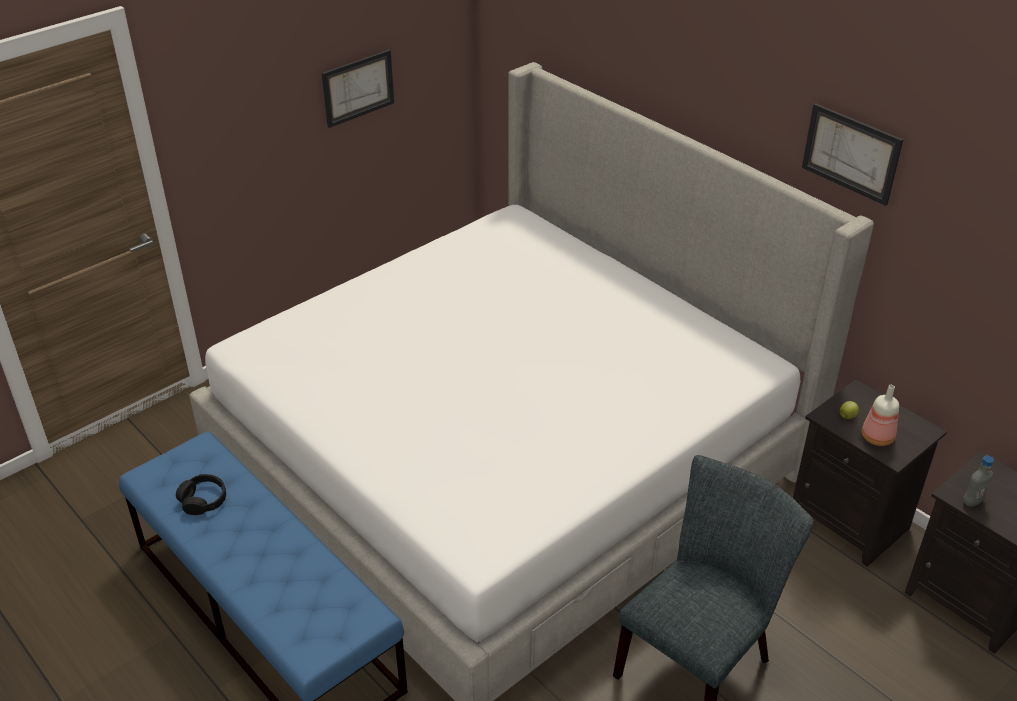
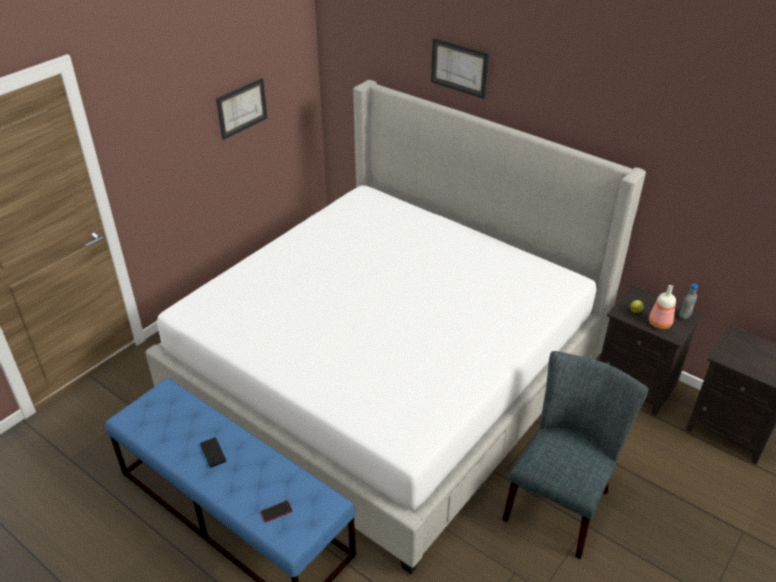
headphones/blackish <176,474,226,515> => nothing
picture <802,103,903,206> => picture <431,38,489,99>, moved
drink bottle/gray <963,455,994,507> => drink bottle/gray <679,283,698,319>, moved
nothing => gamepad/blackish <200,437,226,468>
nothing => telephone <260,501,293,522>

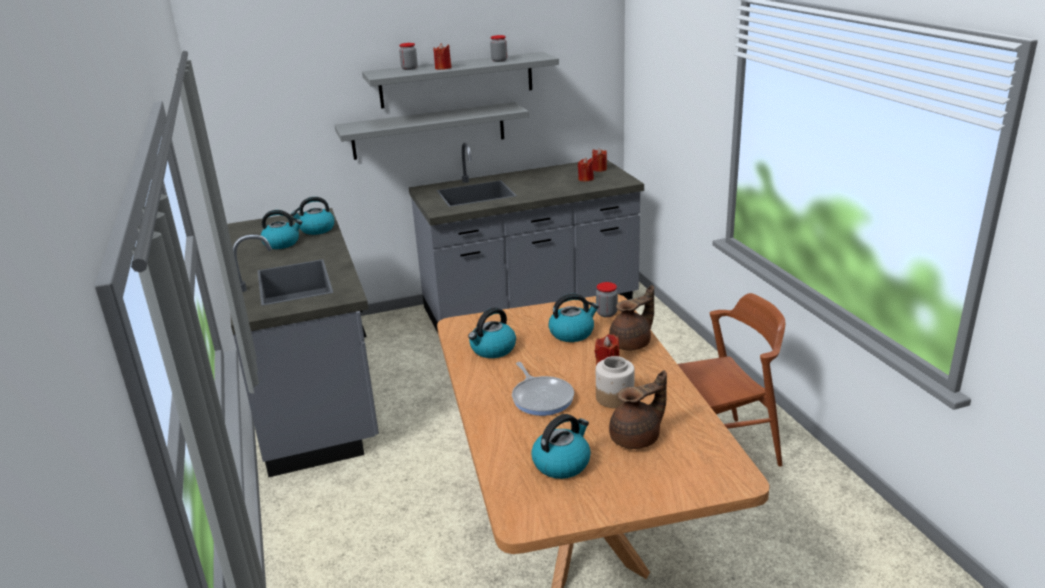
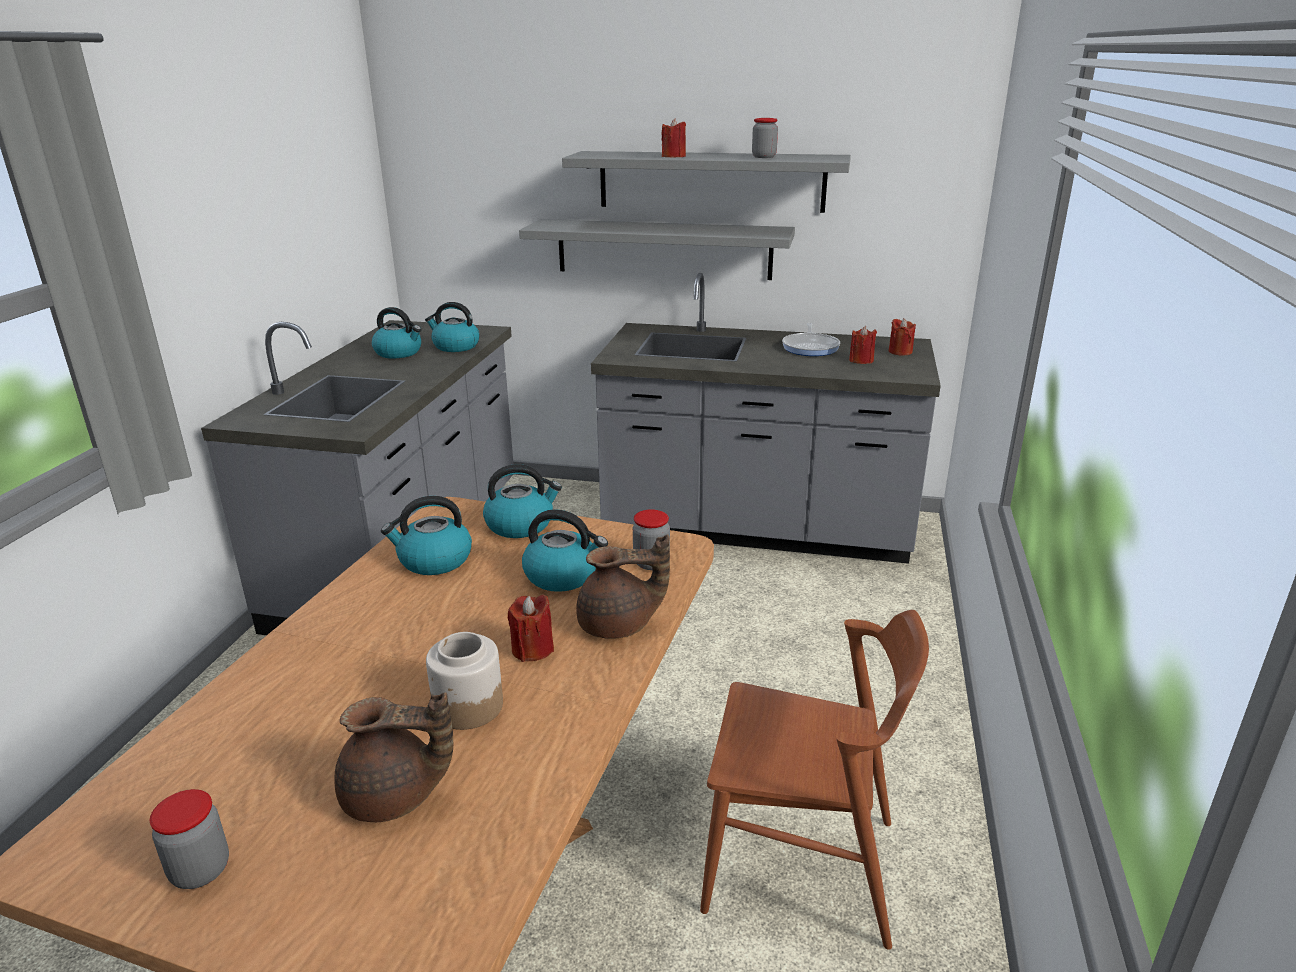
jar <399,43,418,70> => jar <150,789,229,889>, moved
skillet <512,362,574,416> => skillet <782,323,840,356>, moved
water kettle <531,414,591,479> => water kettle <483,464,562,538>, moved

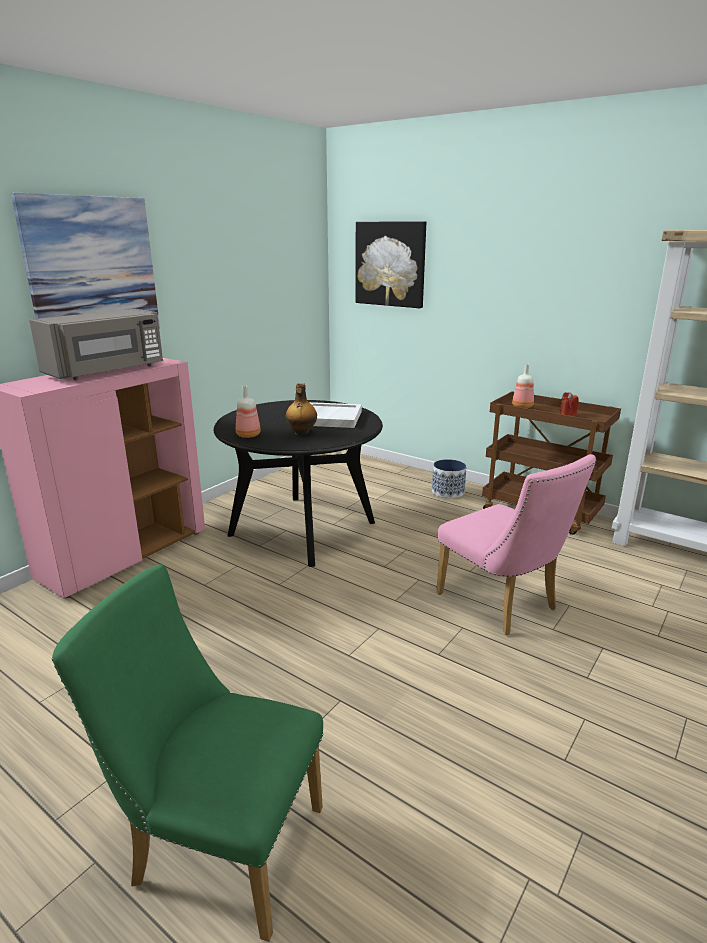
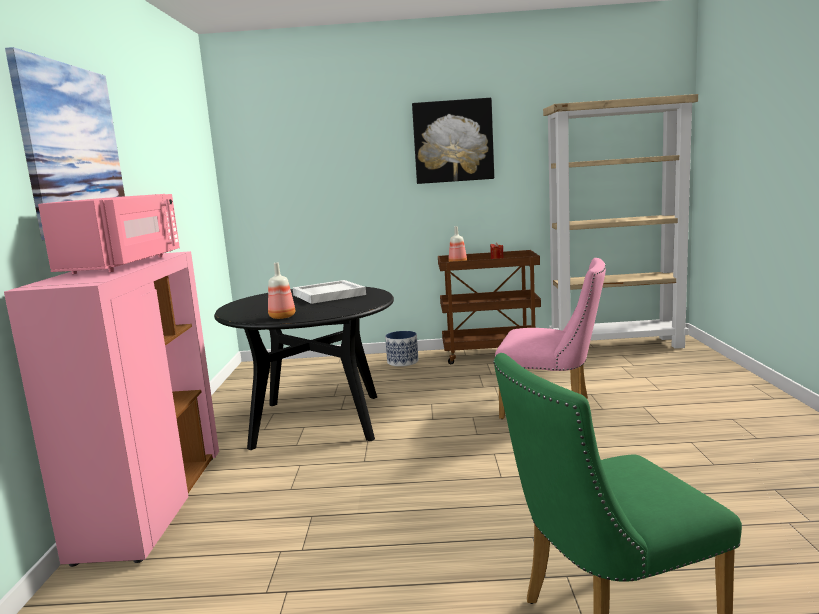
microwave/gray <29,309,163,380> => microwave/pinkish <38,194,180,274>
drink bottle <286,383,317,435> => nothing
picture <356,221,426,308> => picture <412,98,494,184>, moved

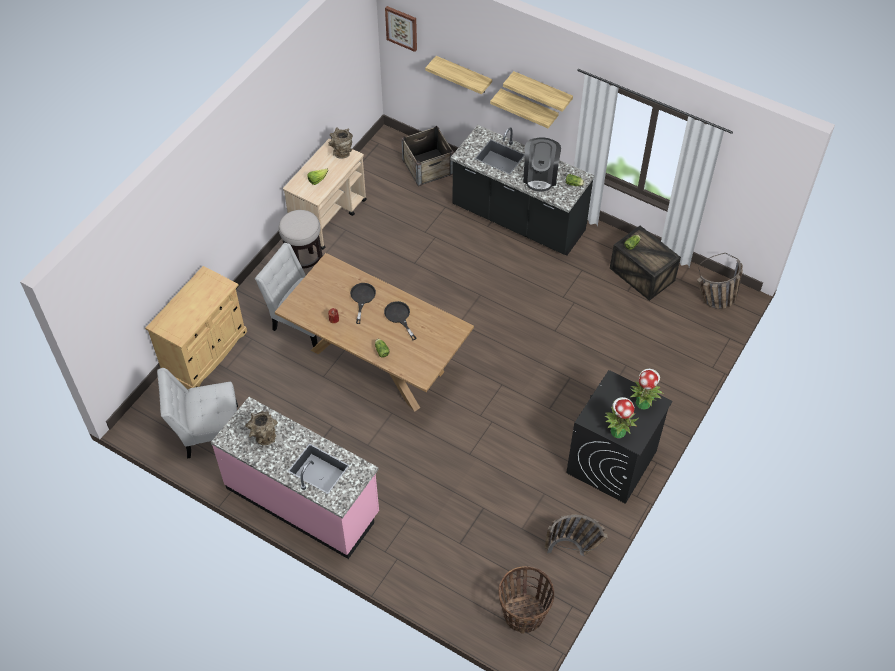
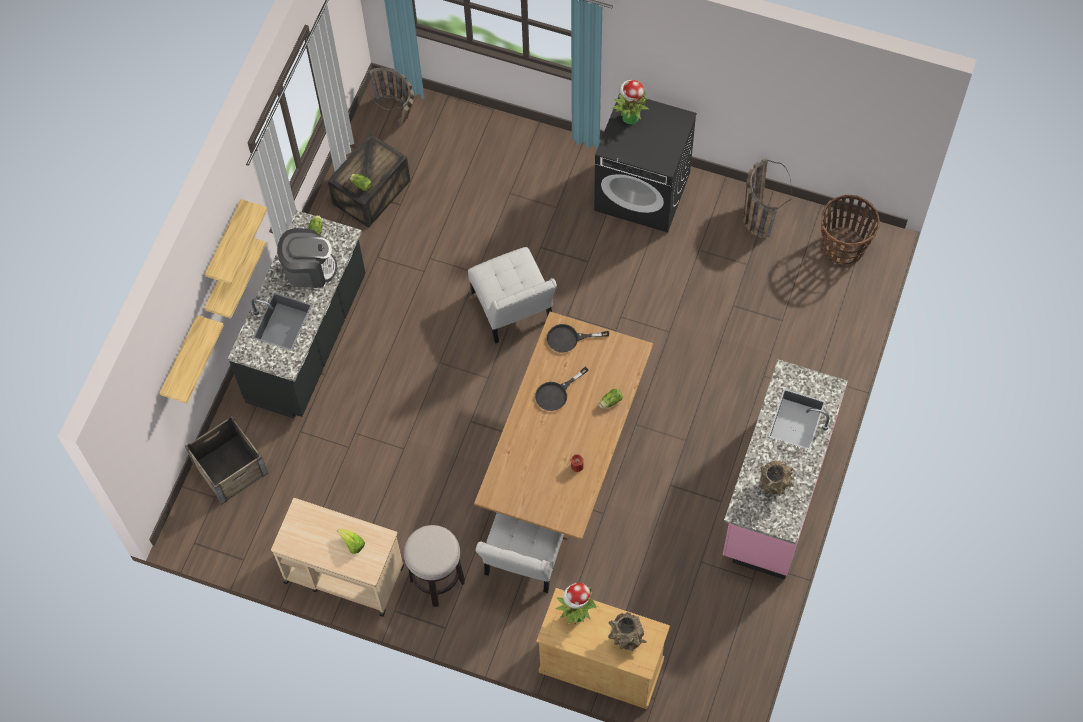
chair/white-coloured <157,368,238,459> => chair/white-coloured <468,247,557,344>, moved
decorative vase/brownish <328,127,353,159> => decorative vase/brownish <608,612,647,651>, moved
skillet/blackish <350,283,376,324> => skillet/blackish <547,324,609,353>, moved
picture <385,6,417,52> => nothing
houseplant <604,397,638,438> => houseplant <556,583,597,626>, moved

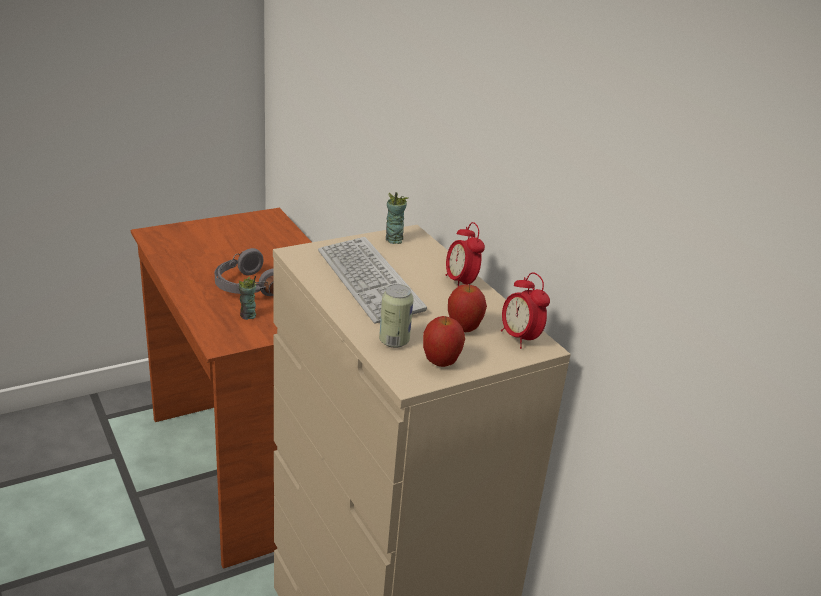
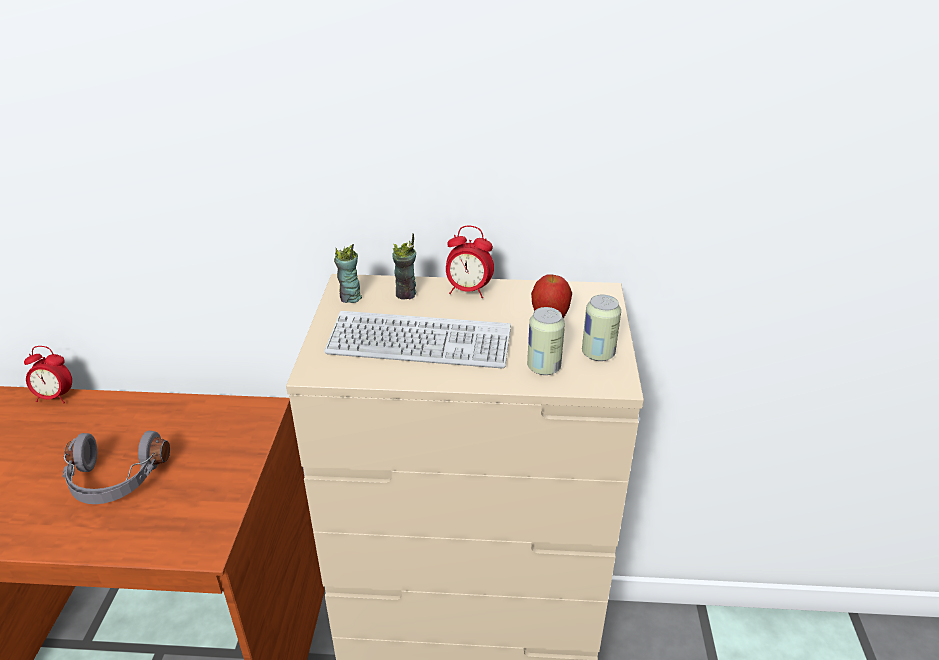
drinking cup <239,276,256,320> => drinking cup <392,233,416,299>, moved
apple fruit <423,316,465,367> => sealed can <582,295,621,361>
table clock <501,272,550,349> => table clock <24,346,72,403>, moved

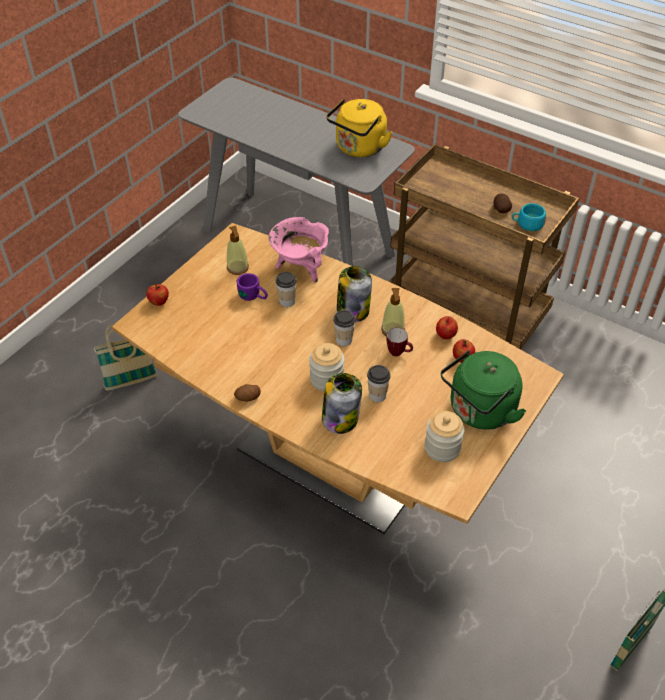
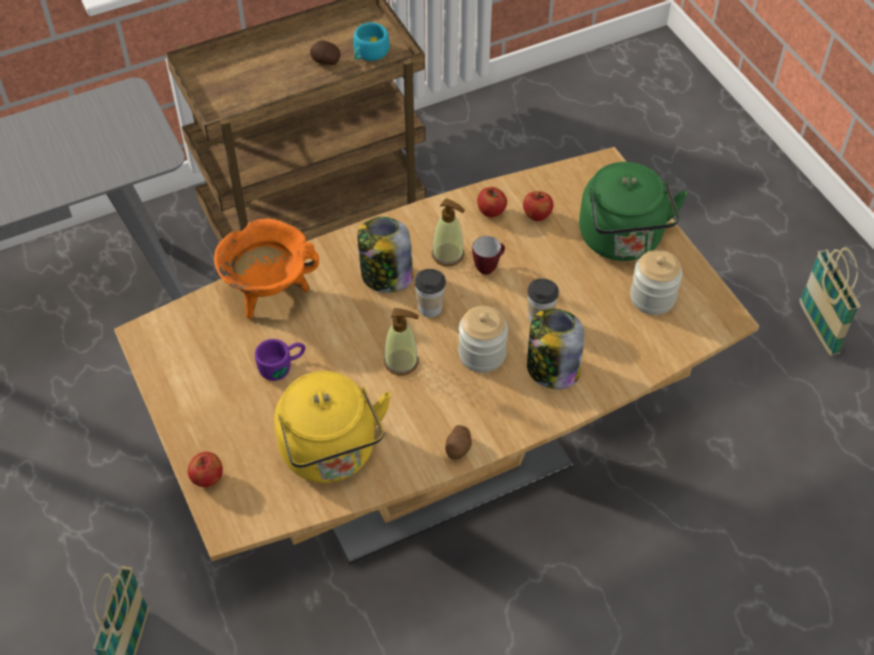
soap dispenser <227,226,249,275> => soap dispenser <384,308,419,375>, moved
cooking pot/pinkish <268,217,329,283> => cooking pot/orange <214,218,319,319>
drinking cup <276,272,297,307> => nothing
water kettle/yellow-coloured <326,99,392,157> => water kettle/yellow-coloured <274,371,391,483>, moved

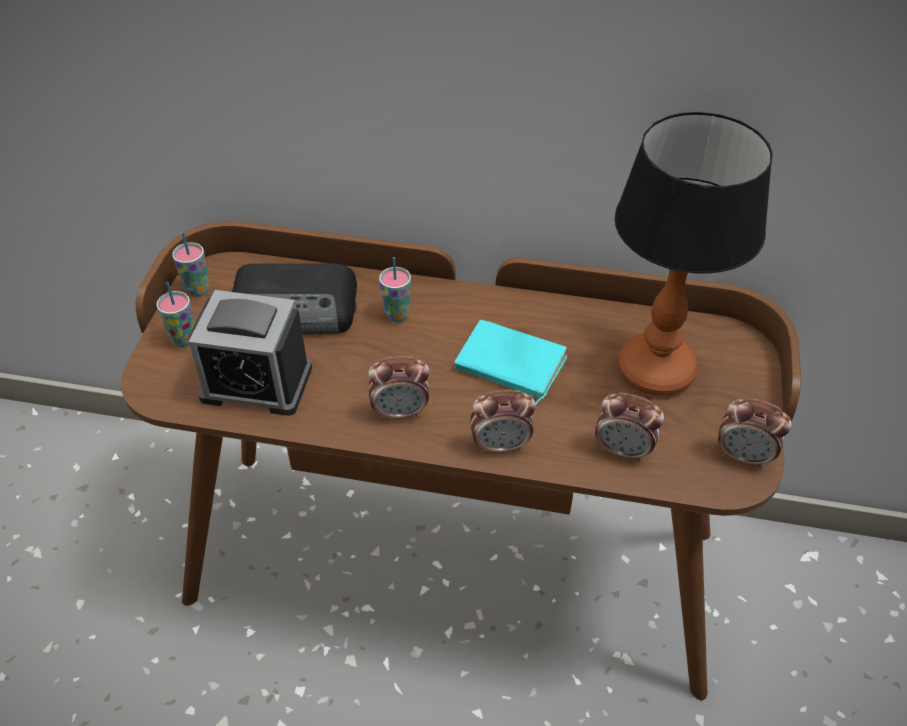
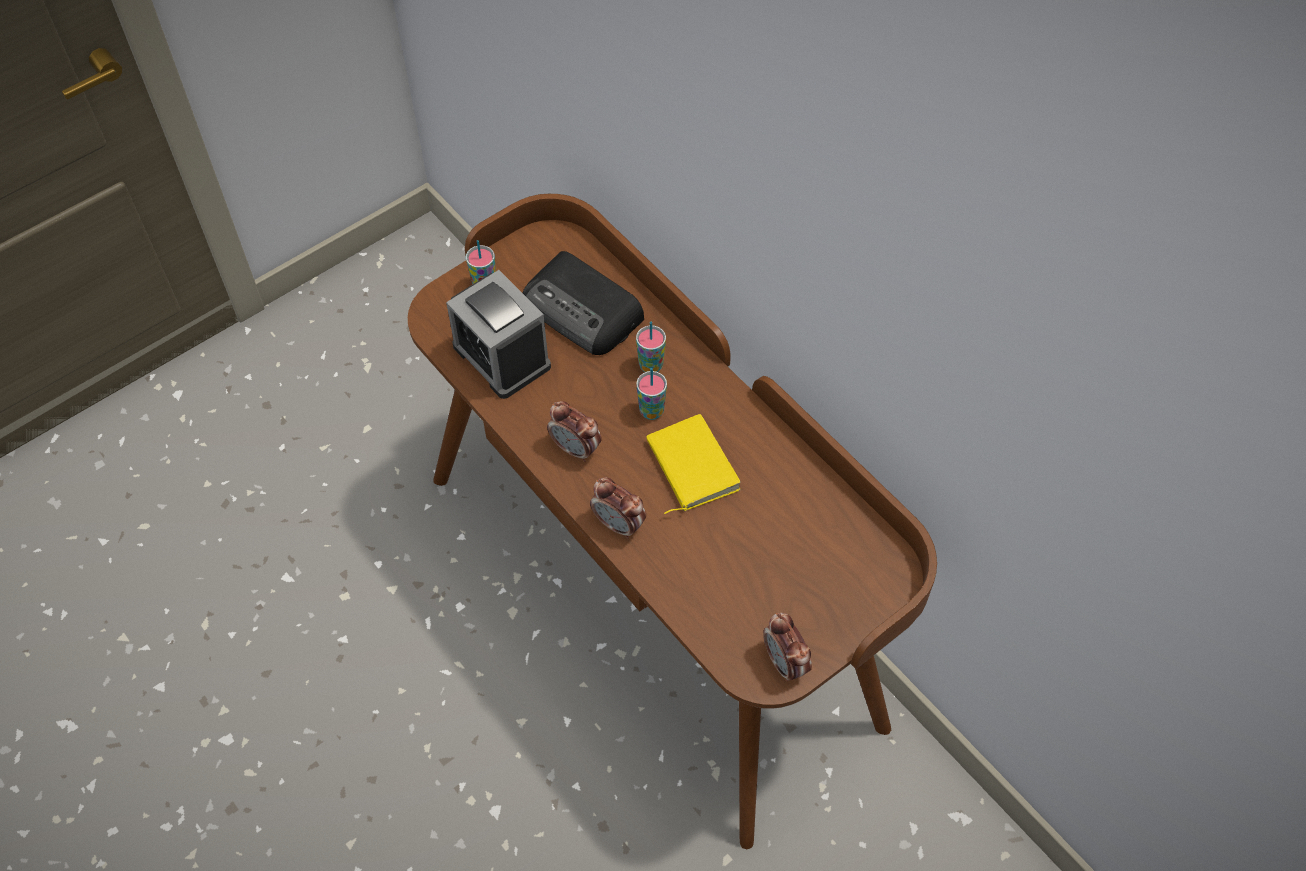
drinking cup <172,232,209,297> => drinking cup <636,368,667,420>, moved
volume/turquoise <454,320,568,404> => volume/yellow-coloured <646,414,741,514>
table clock <595,393,664,462> => nothing
table lamp <614,112,773,395> => nothing

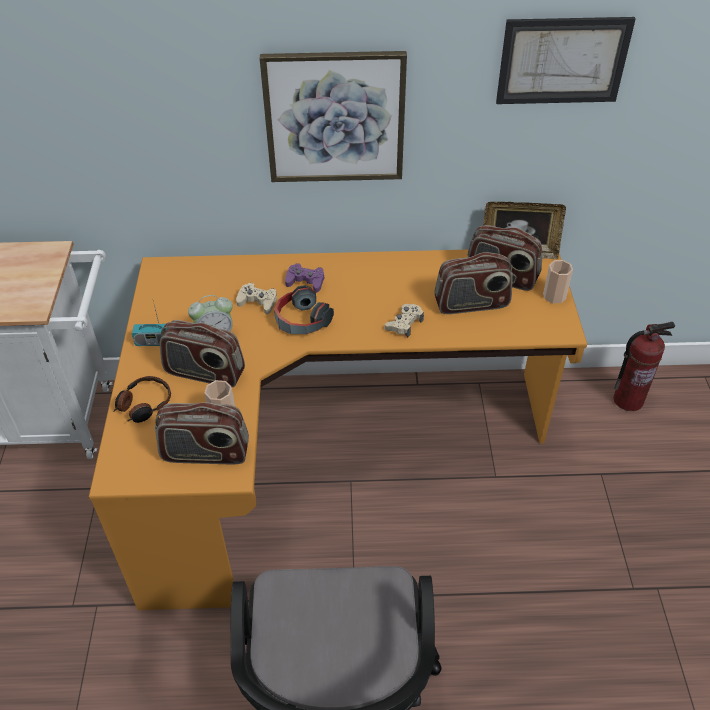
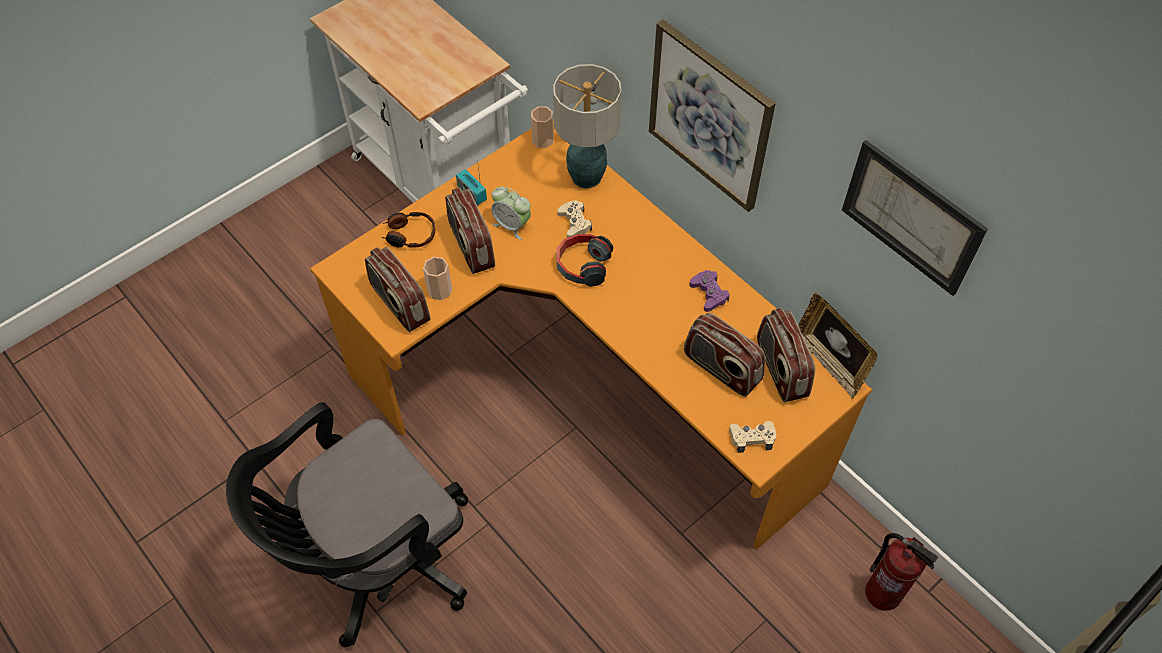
gamepad/purplish <285,263,325,293> => gamepad/purplish <689,270,730,312>, moved
gamepad/beige-coloured <385,304,424,337> => gamepad/beige-coloured <729,421,776,453>, moved
drinking cup <543,260,573,303> => drinking cup <531,106,554,148>, moved
nothing => table lamp <553,64,622,188>

